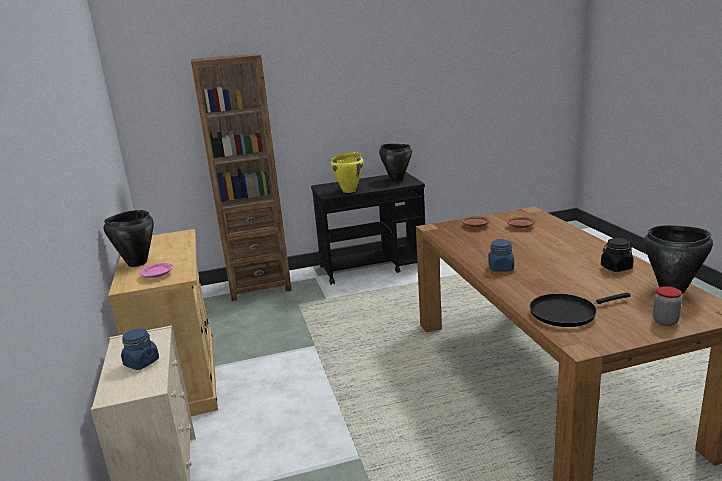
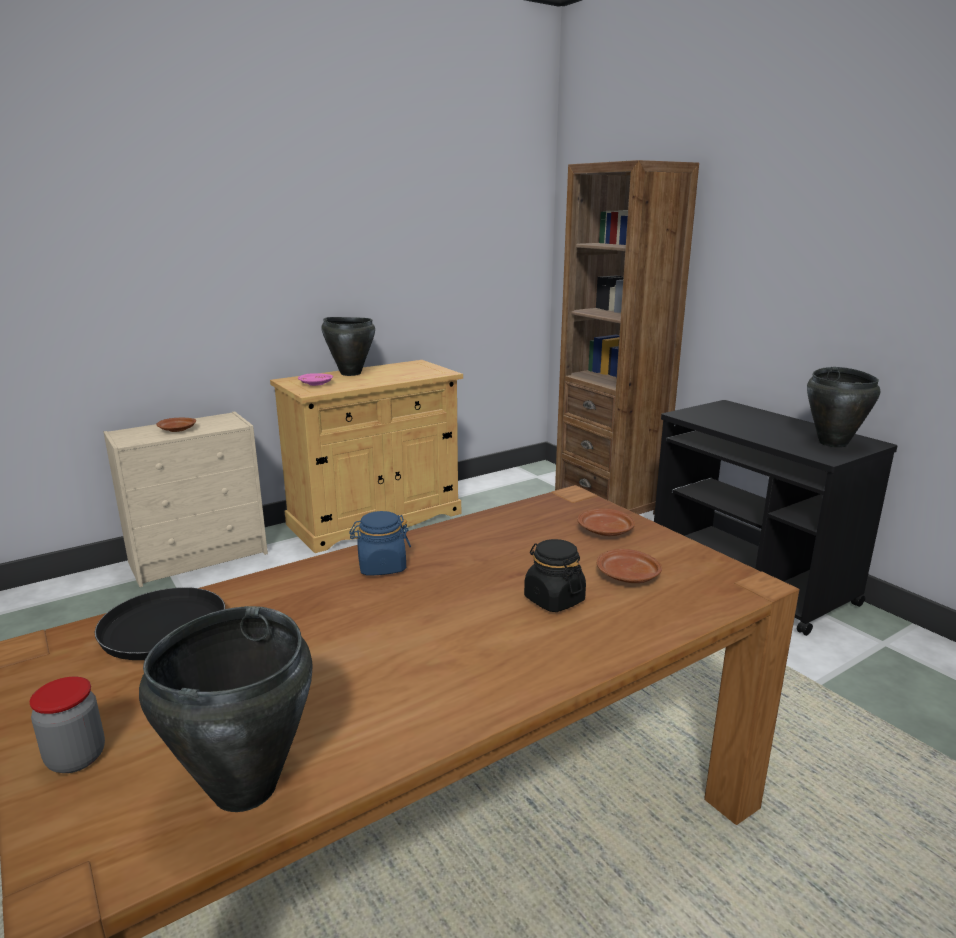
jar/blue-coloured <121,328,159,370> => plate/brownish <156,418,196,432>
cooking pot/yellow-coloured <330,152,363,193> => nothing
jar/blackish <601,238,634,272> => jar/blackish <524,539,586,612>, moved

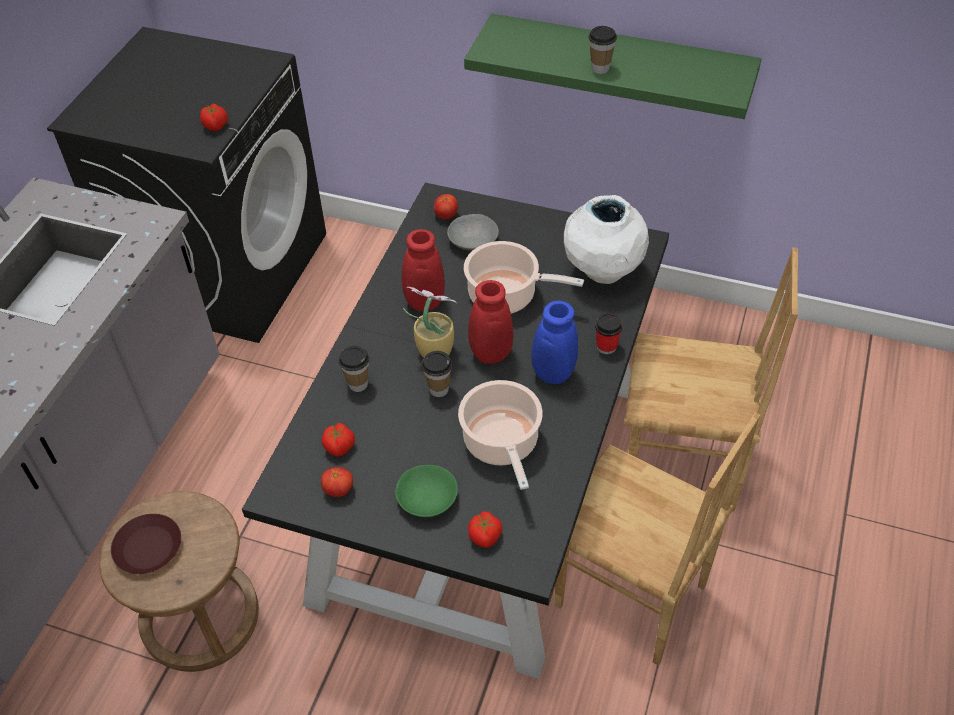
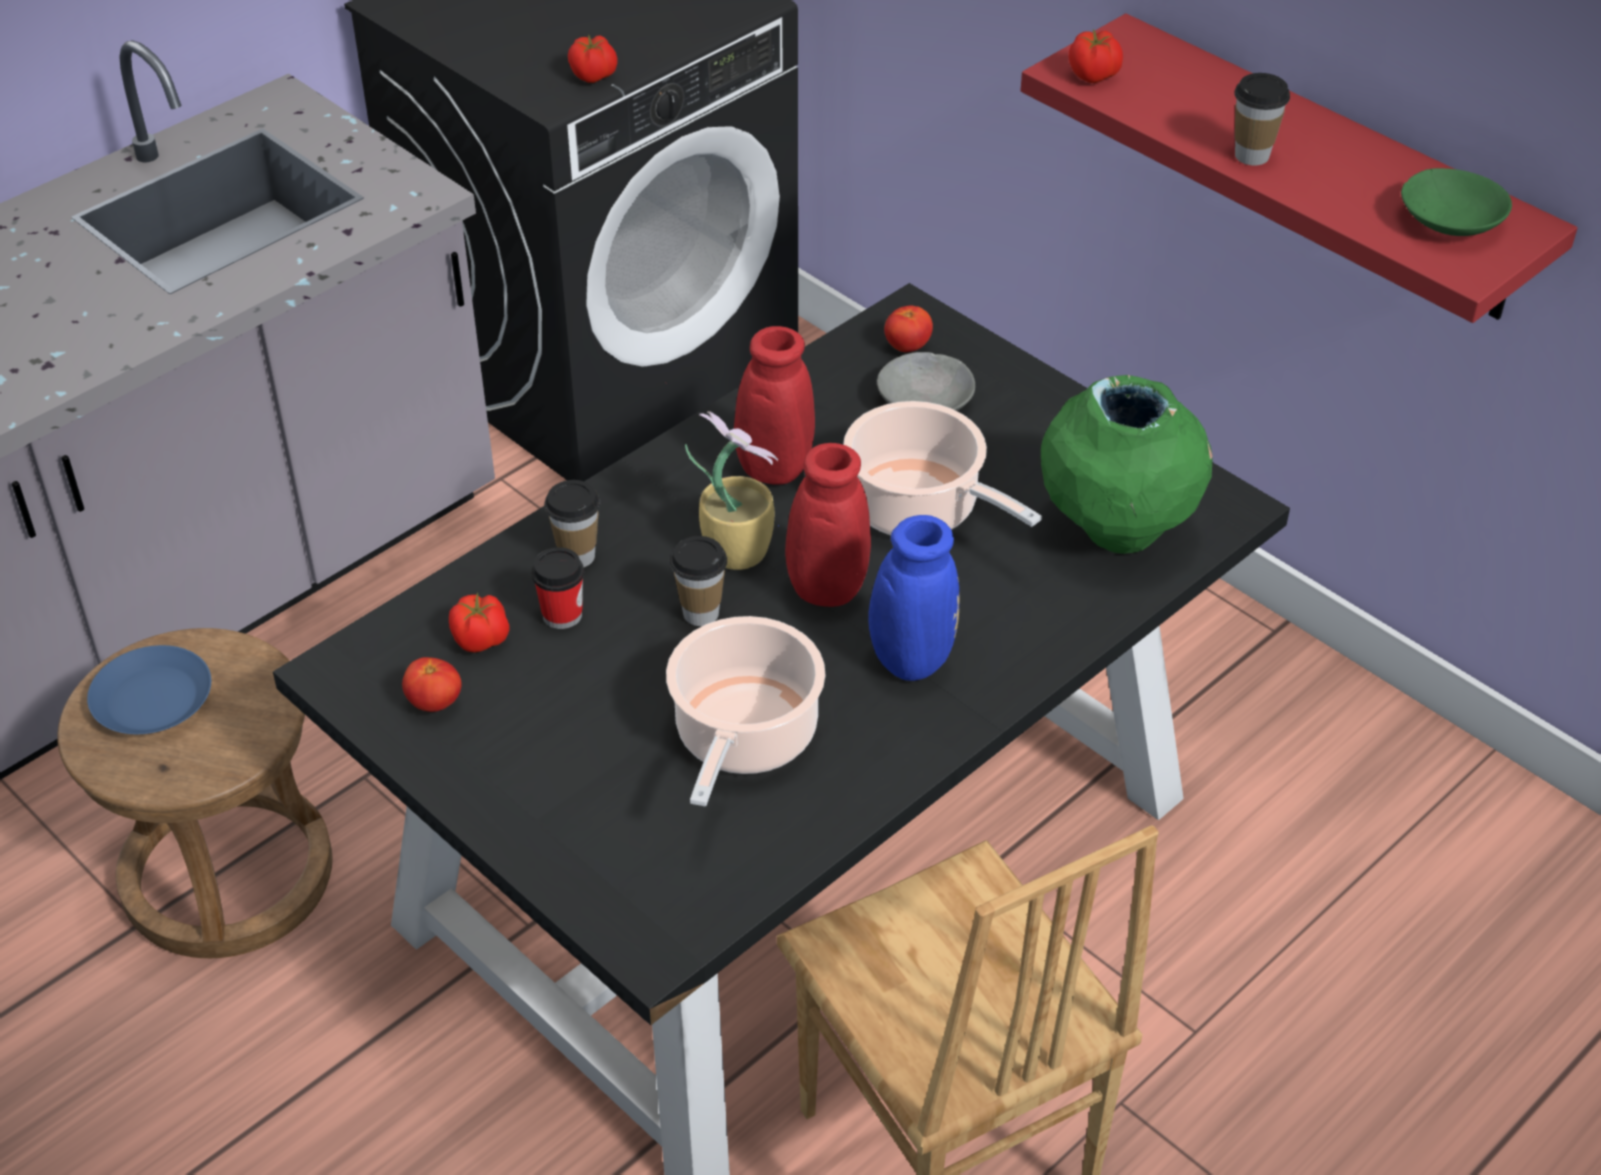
plate/brownish <111,514,181,574> => plate/blue-coloured <87,645,211,734>
serving bowl/green-coloured <395,465,458,517> => serving bowl/green-coloured <1401,168,1512,236>, moved
bracket shelf/green-coloured <464,13,761,119> => bracket shelf/red <1020,13,1578,323>
whole tomato <468,511,503,548> => whole tomato <1068,30,1123,83>, moved
decorative vase/white-coloured <564,195,649,284> => decorative vase/green-coloured <1041,375,1213,554>
drinking cup <595,313,622,354> => drinking cup <532,547,584,629>, moved
chair/brownish <624,247,798,512> => nothing

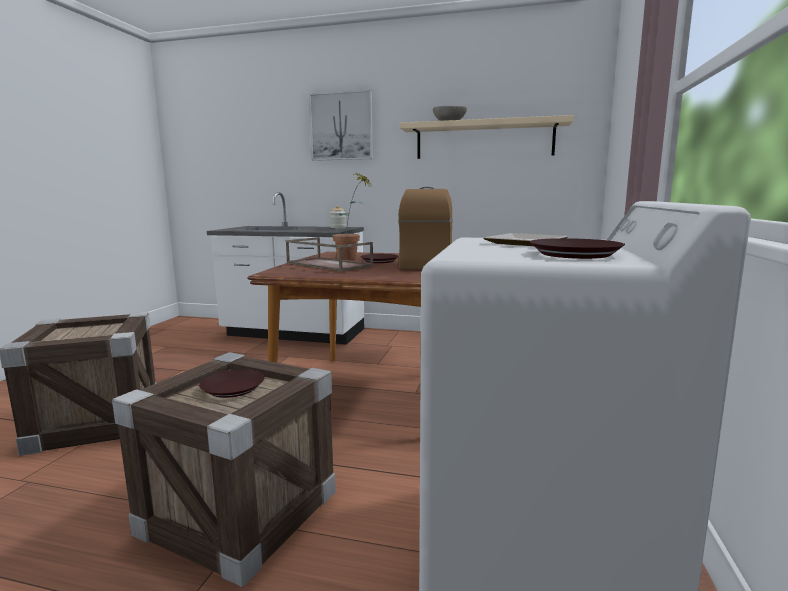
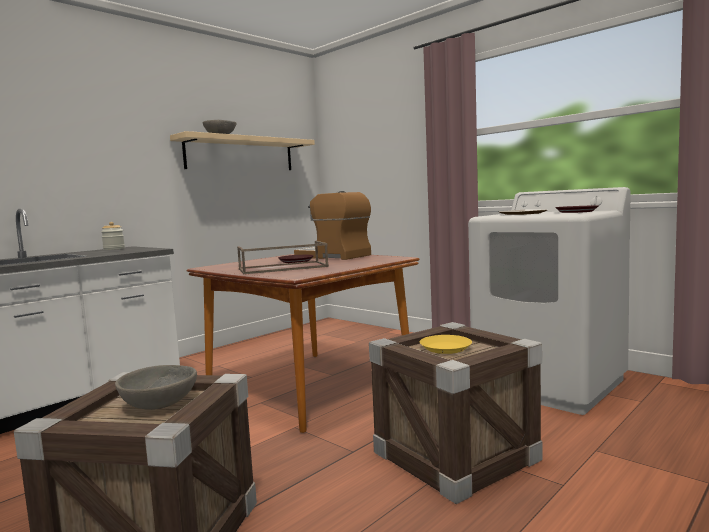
plate/brownish <199,369,265,398> => plate/yellow-coloured <420,335,472,354>
picture <309,90,373,161> => nothing
houseplant <333,172,371,260> => nothing
nothing => serving bowl/gray <115,365,197,410>

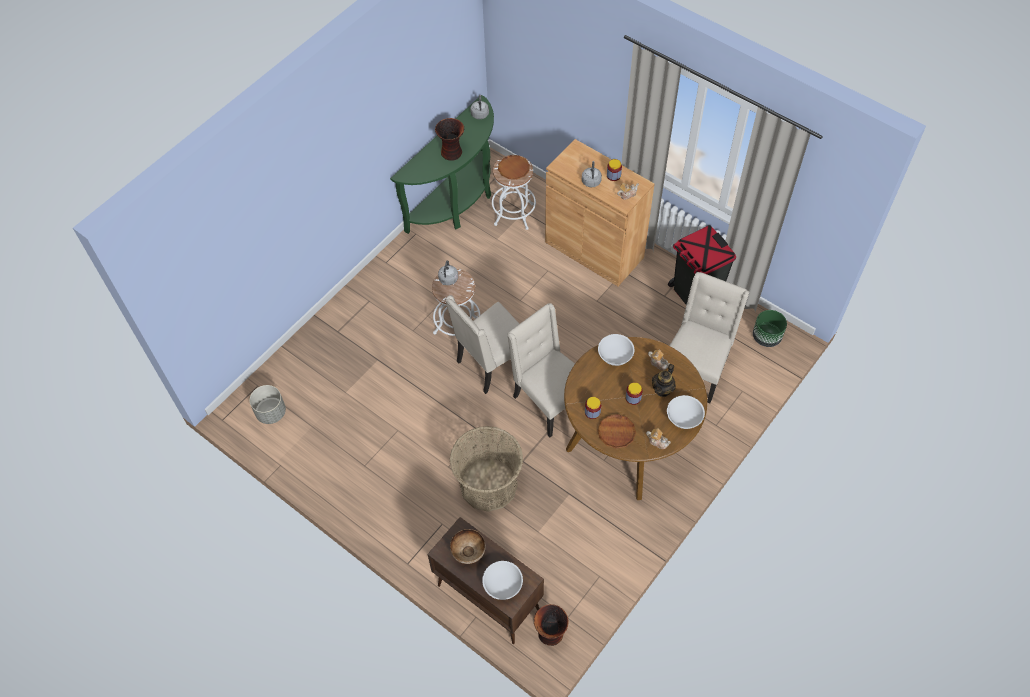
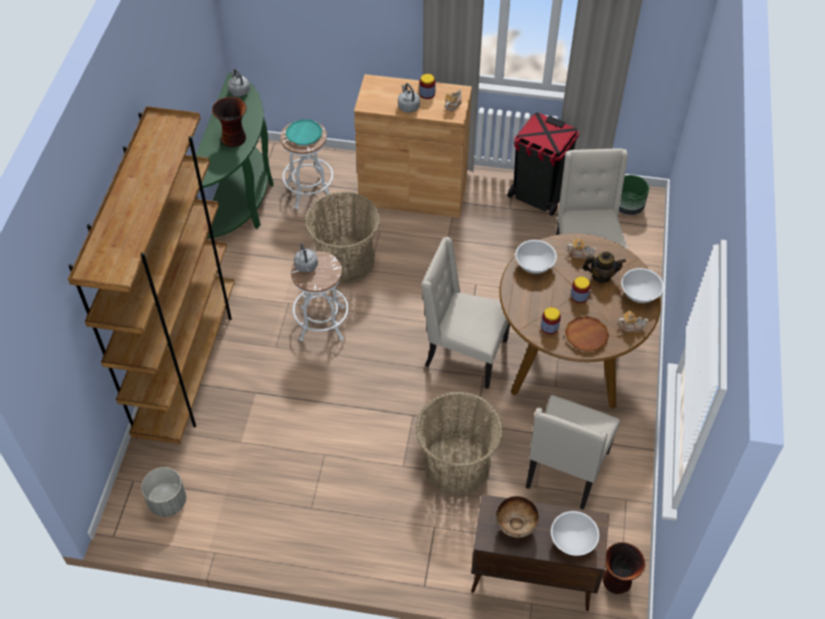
chair/beige-coloured <445,295,519,394> => chair/beige-coloured <526,395,620,510>, moved
plate/brownish <498,155,530,180> => plate/turquoise <285,119,322,145>
tea pot <652,364,676,397> => tea pot <582,251,626,283>, 90 degrees counterclockwise
nothing => shelving unit/brownish <68,106,235,444>
nothing => basket <304,191,380,283>

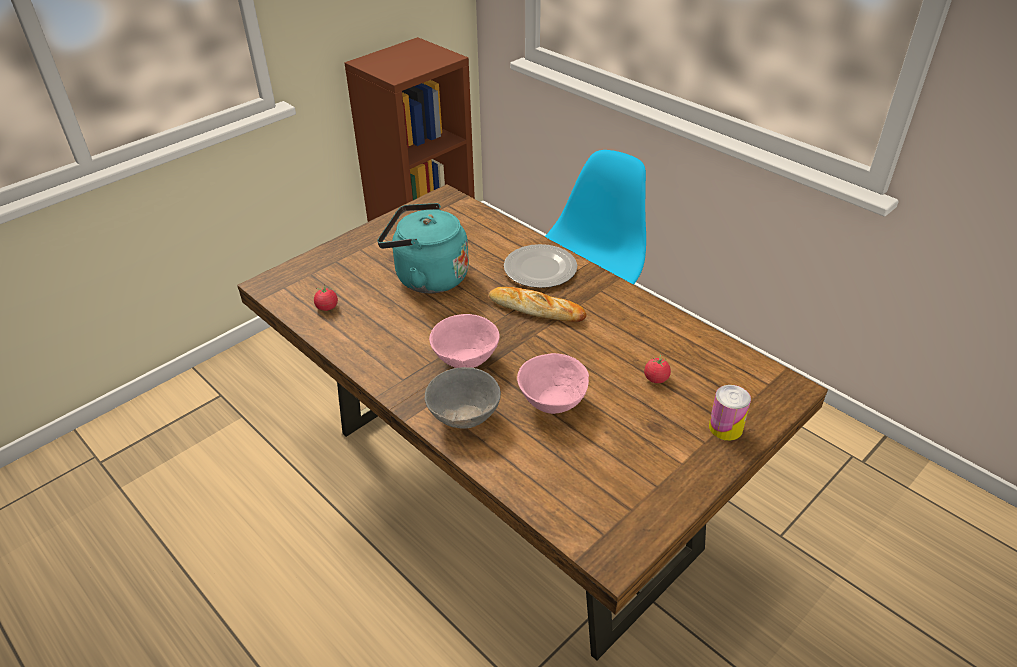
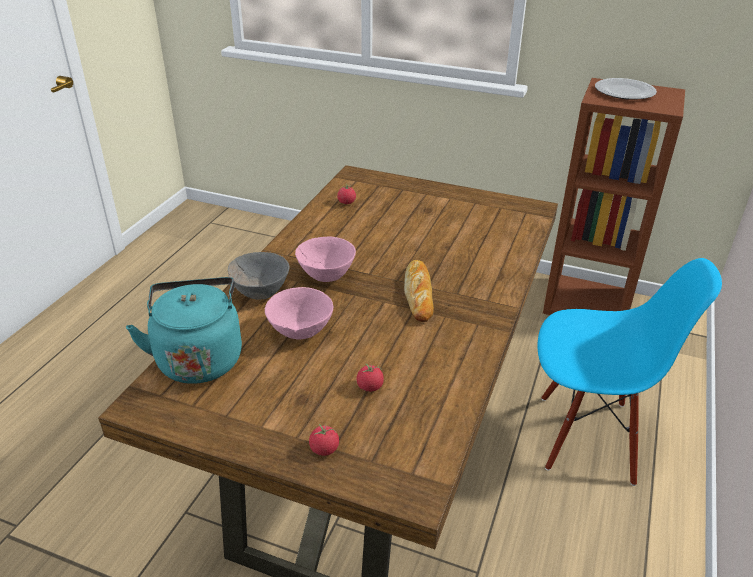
water kettle/turquoise <377,203,469,294> => water kettle/turquoise <126,277,242,384>, moved
plate <504,244,577,288> => plate <595,78,657,100>, moved
sealed can <709,385,751,441> => whole tomato <309,424,339,456>

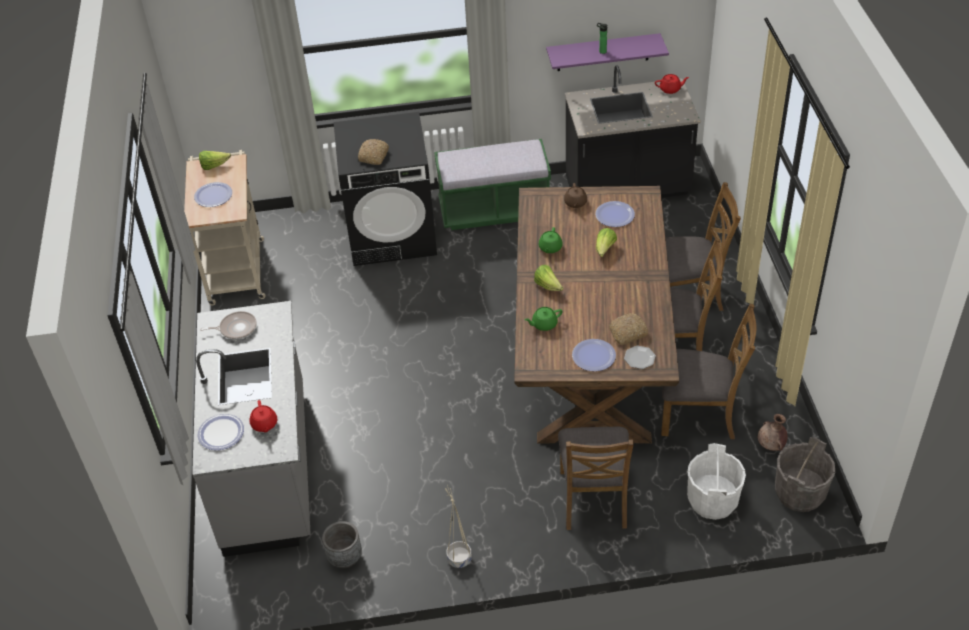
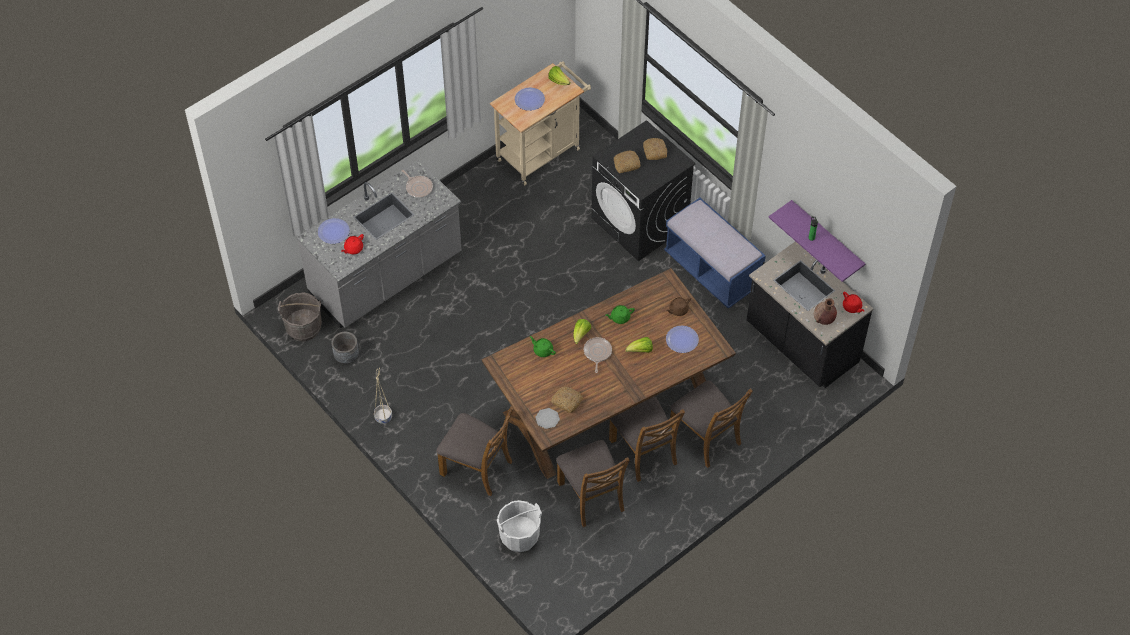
long seat/green-coloured <434,139,551,230> => long seat/blue-coloured <664,198,766,309>
chair/brownish <558,427,634,530> => chair/brownish <436,406,514,496>, 120 degrees counterclockwise
plate <572,339,616,371> => nothing
decorative vase/brownish <758,414,788,451> => decorative vase/brownish <814,298,837,325>, moved
water bucket/gray <775,437,835,512> => water bucket/gray <278,292,322,341>, moved
nothing => skillet <584,337,612,373>
nothing => bakery bread <643,138,667,160>

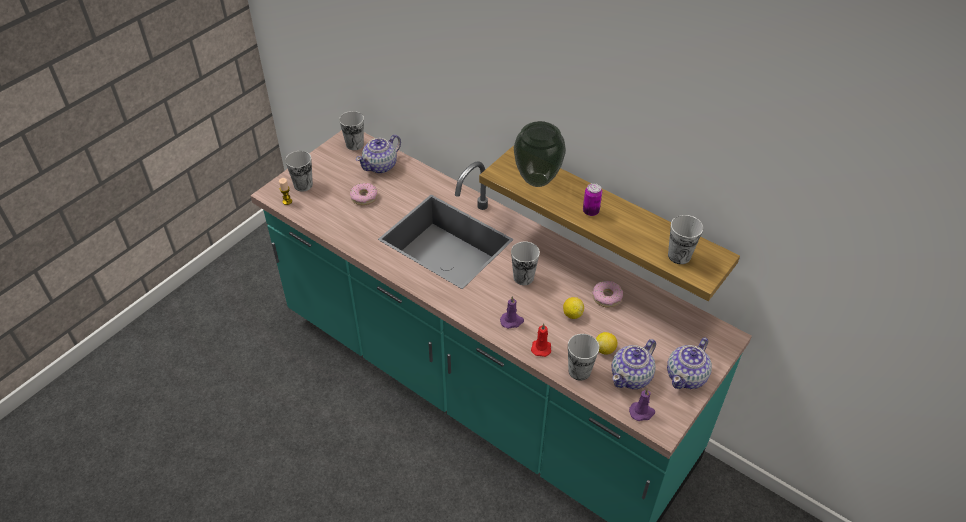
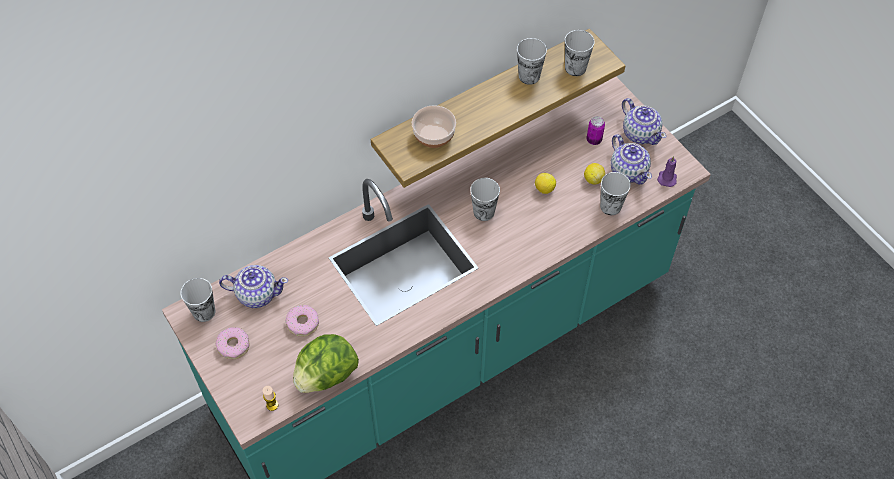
drinking cup <285,151,313,191> => drinking cup <517,38,547,85>, moved
tea pot <356,135,401,173> => tea pot <219,265,288,308>, 60 degrees counterclockwise
candle/purplish <500,296,524,329> => nothing
decorative vase <514,121,566,187> => serving bowl <412,105,456,148>
candle/red <531,323,551,357> => nothing
sealed can <583,183,602,216> => sealed can <587,116,605,145>, moved
doughnut <592,281,623,308> => doughnut <216,327,250,360>, moved
nothing => lettuce <293,334,359,393>

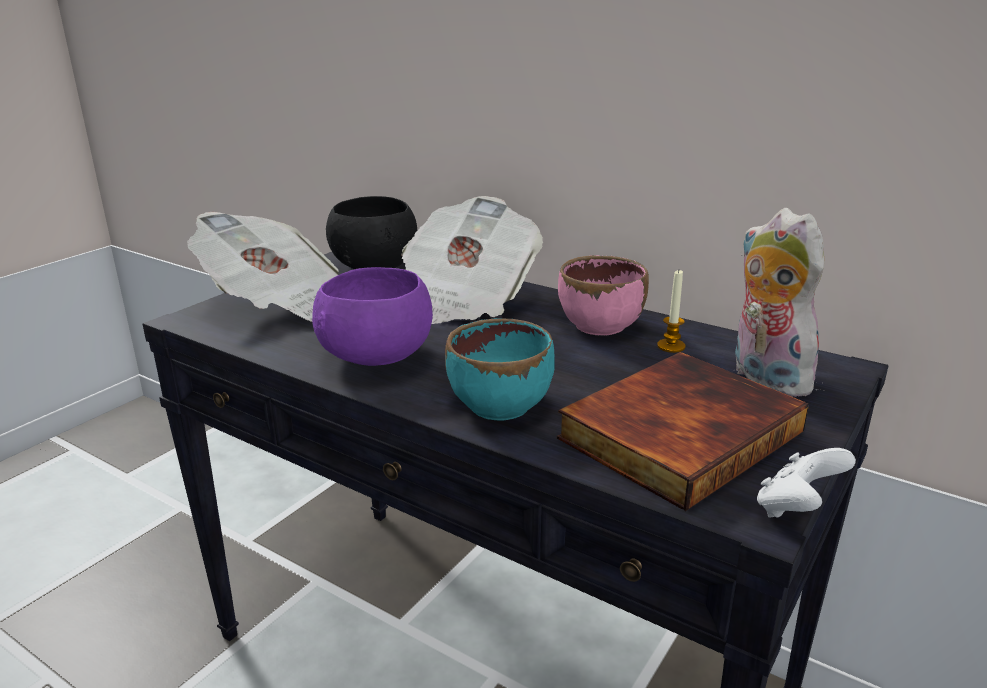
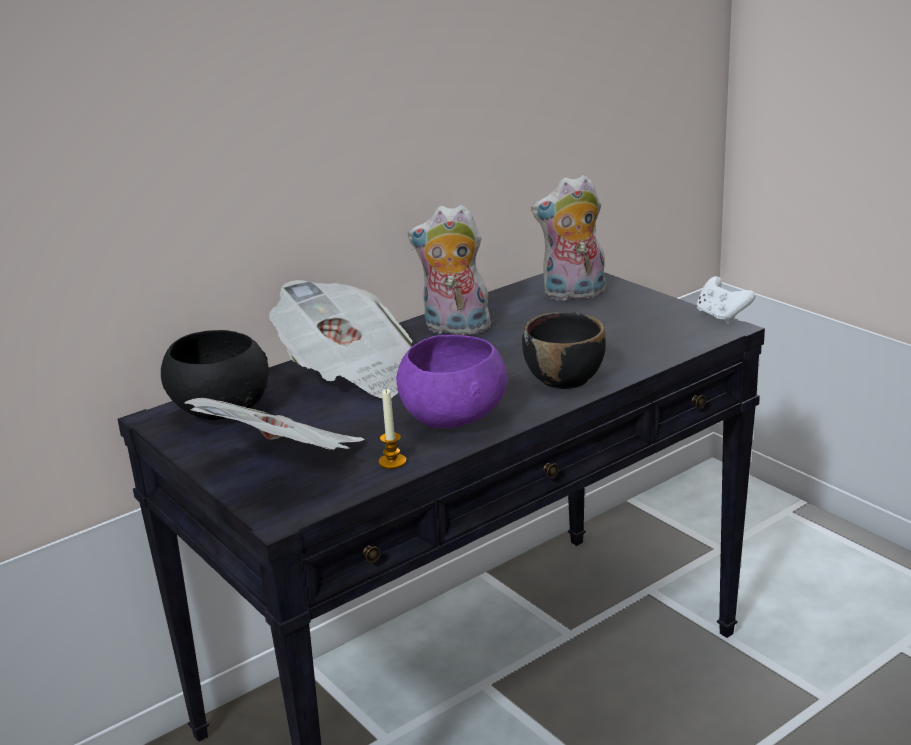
serving bowl/turquoise <445,319,555,421> => serving bowl/blackish <522,312,606,389>
volume <557,352,809,511> => nothing
serving bowl/pinkish <558,255,649,336> => plush toy <408,205,493,335>
candle <657,270,686,353> => candle <379,389,406,469>, moved

